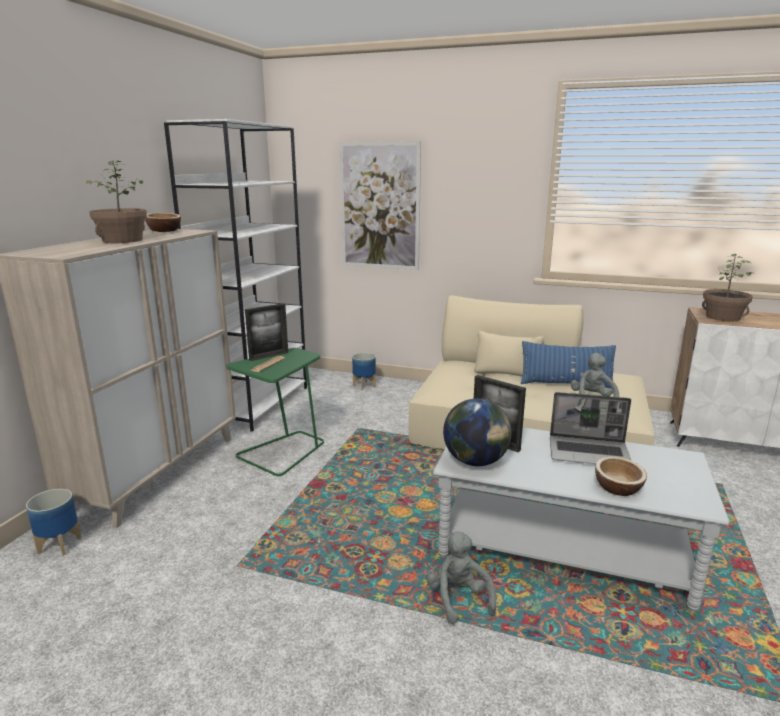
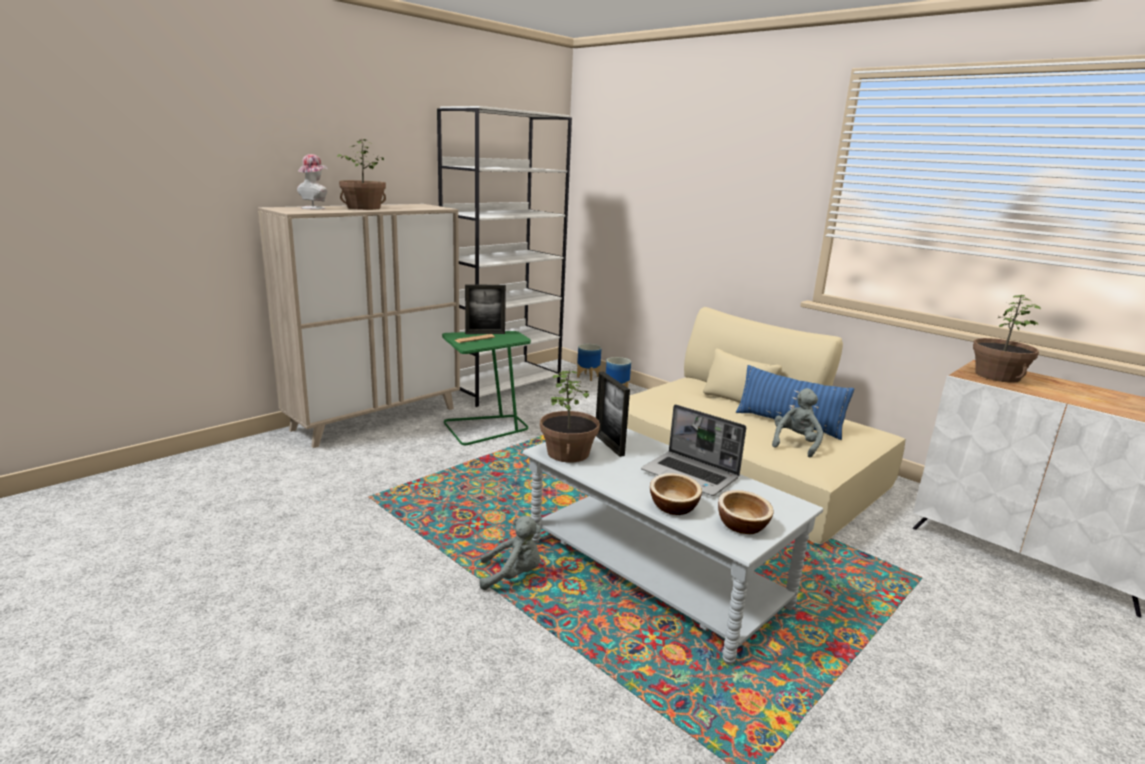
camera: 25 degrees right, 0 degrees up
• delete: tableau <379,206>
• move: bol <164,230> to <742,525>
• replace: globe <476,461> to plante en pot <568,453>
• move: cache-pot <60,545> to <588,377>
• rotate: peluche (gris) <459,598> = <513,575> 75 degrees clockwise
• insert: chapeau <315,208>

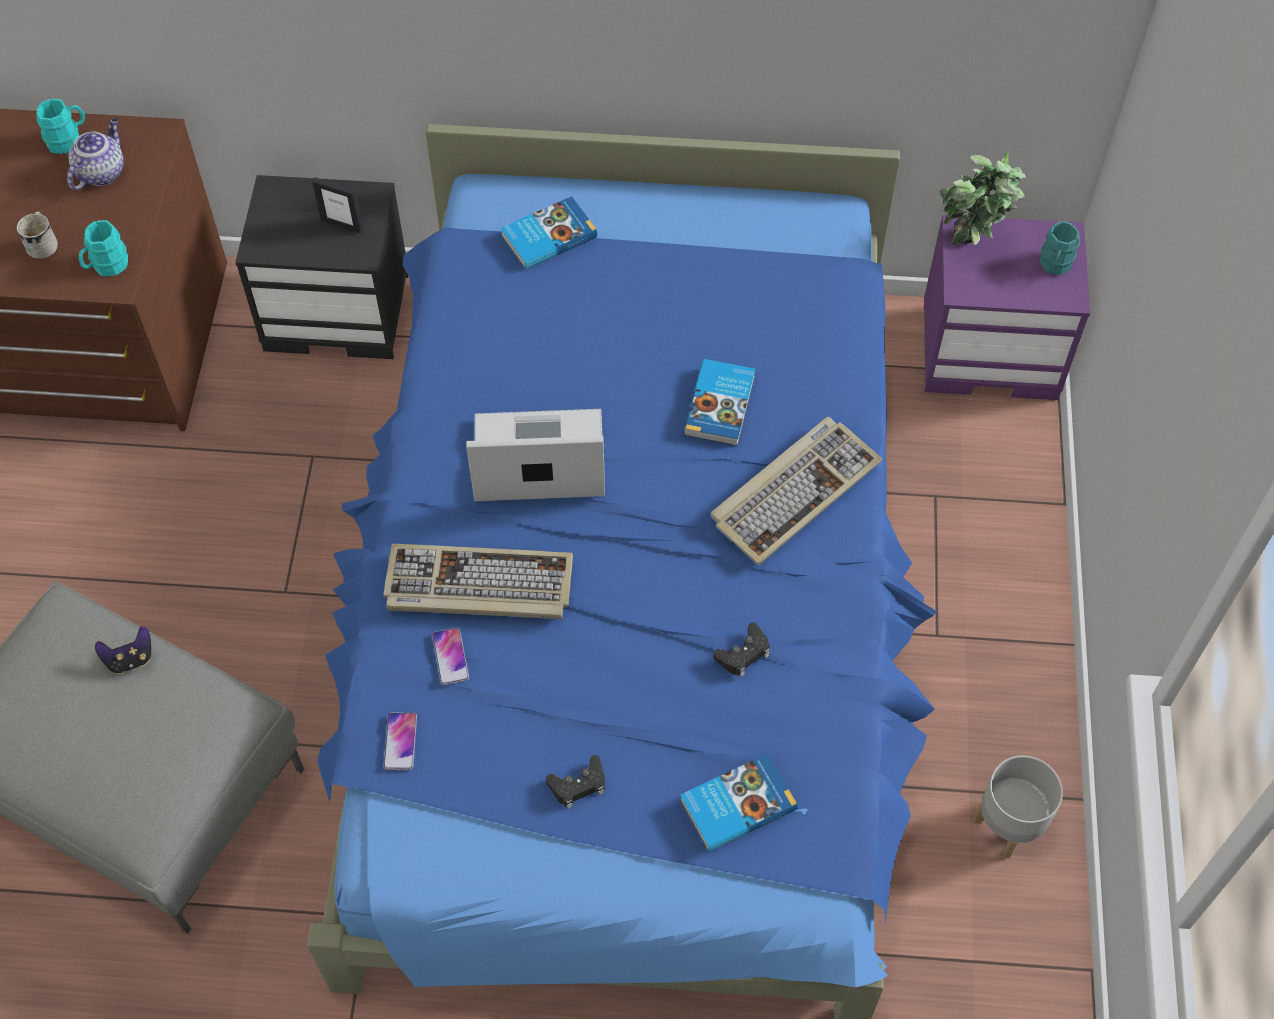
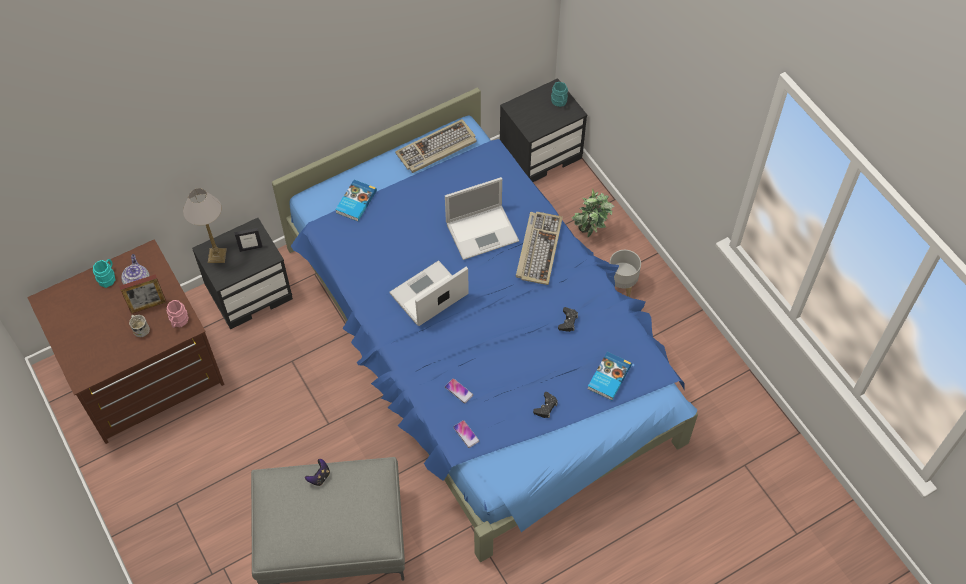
camera: 35 degrees left, 0 degrees up
• move: plante en pot <969,249> to <590,234>
• recolor: table de chevet (violet) <991,350> to table de chevet (noir) <541,152>
• recolor: mug (turquoise) <106,265> to mug (rose) <178,321>
• replace: livre <721,405> to ordinateur portable <483,231>
• move: clavier <477,586> to <436,149>
• move: cache-pot (gris) <1009,826> to <622,285>
• insert: lampe de table <217,255>
• insert: cadre photo <148,306>

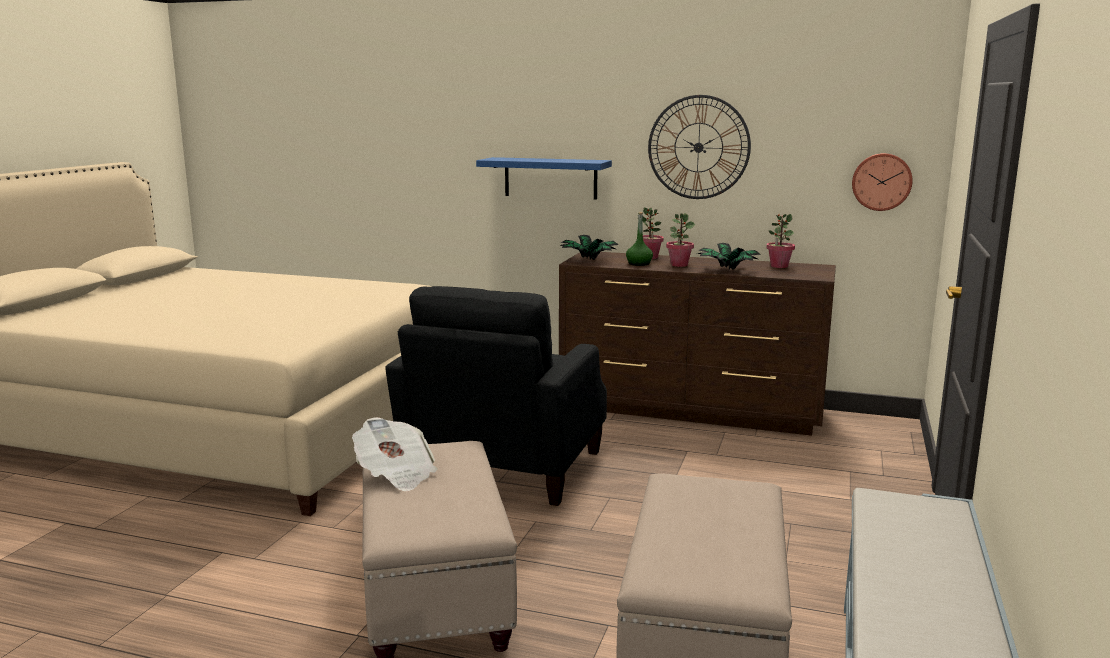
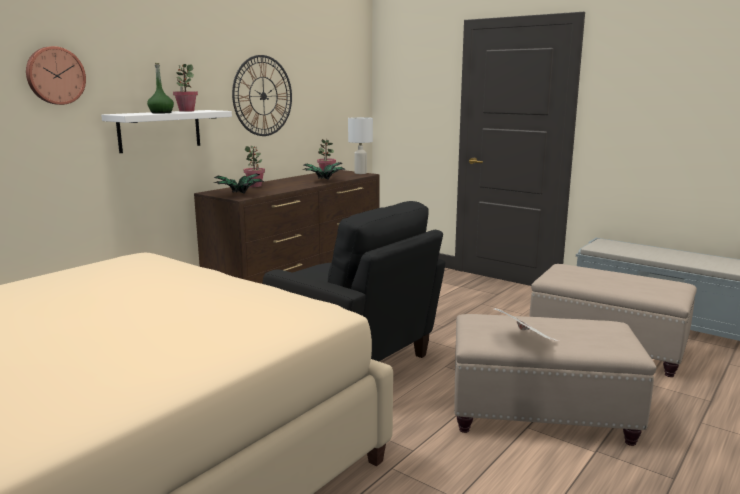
camera: 70 degrees left, 0 degrees up
• move: horloge murale <881,181> to <55,75>
• recolor: étagère (bleu) <550,178> to étagère (blanc) <160,130>
• move: bouteille (vert) <639,264> to <161,113>
• move: plante en pot <679,265> to <186,111>
• insert: lampe de table (blanc) <361,173>

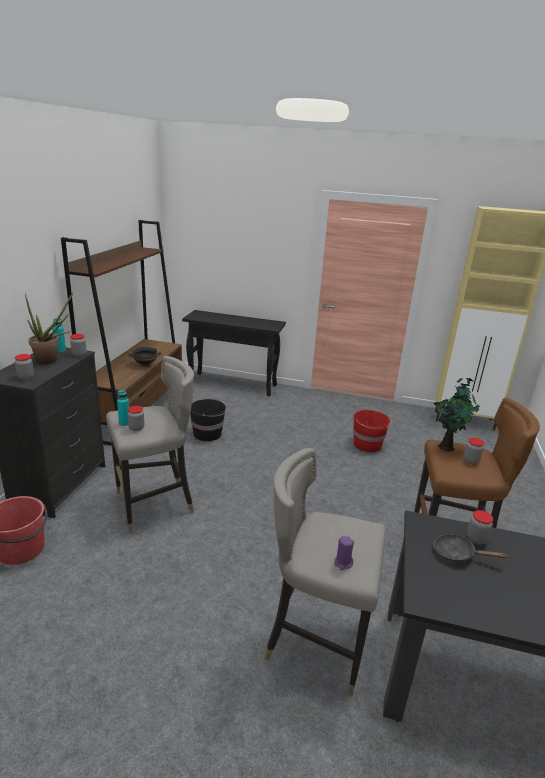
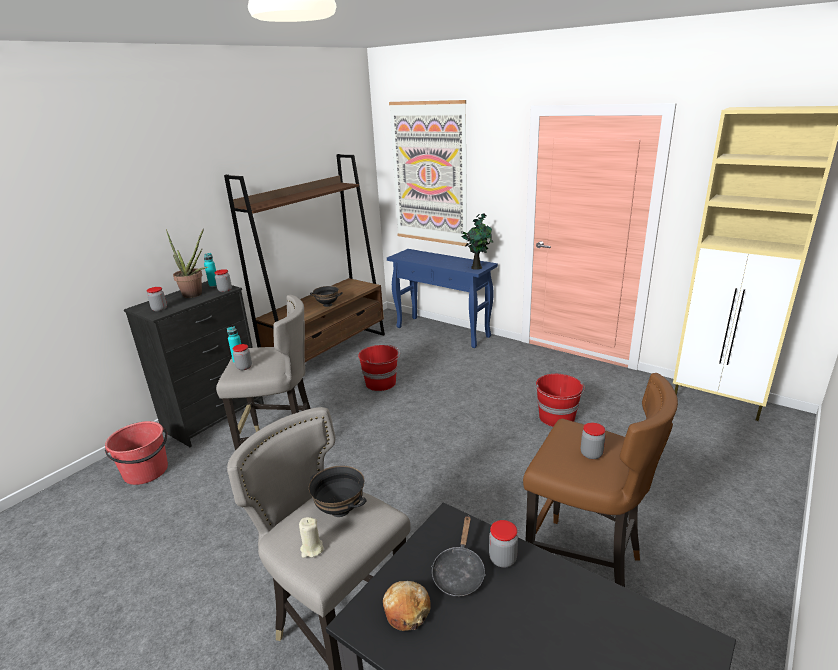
camera: 25 degrees right, 0 degrees up
• recolor: table console (noir) <233,384> to table console (bleu) <443,332>
• move: plante en pot <446,446> to <477,267>
• recolor: seau (noir) <208,434> to seau (rouge) <381,383>
• rotate: poêle (noir) <457,554> = <459,572> 120 degrees counterclockwise
• recolor: bougie (violet) <343,563> to bougie (beige) <312,549>
• insert: tableau <429,174>
• insert: bol (noir) <341,509>
• insert: pain <406,610>

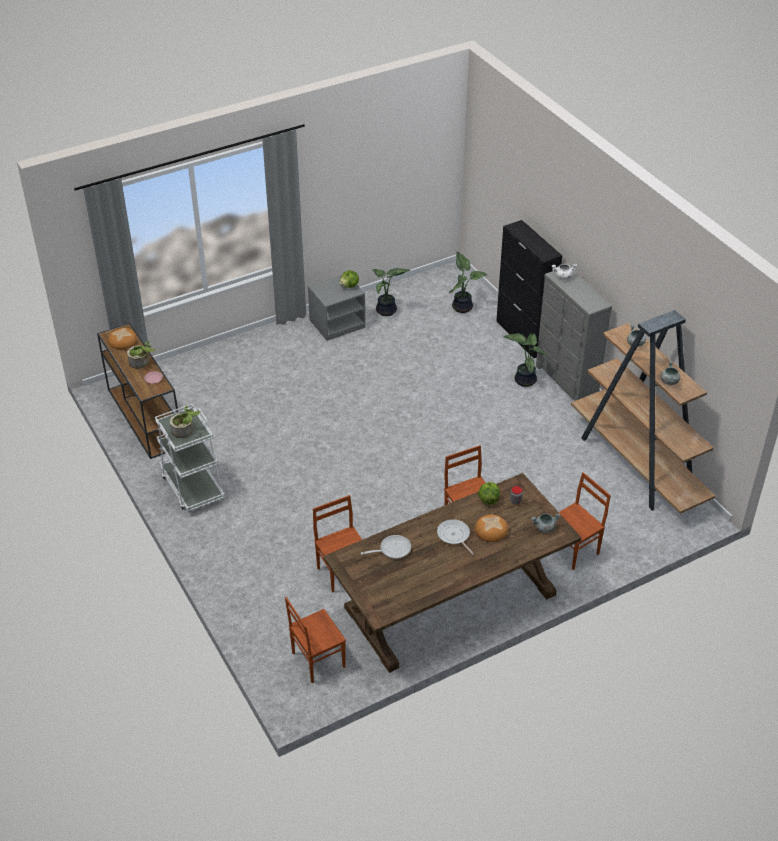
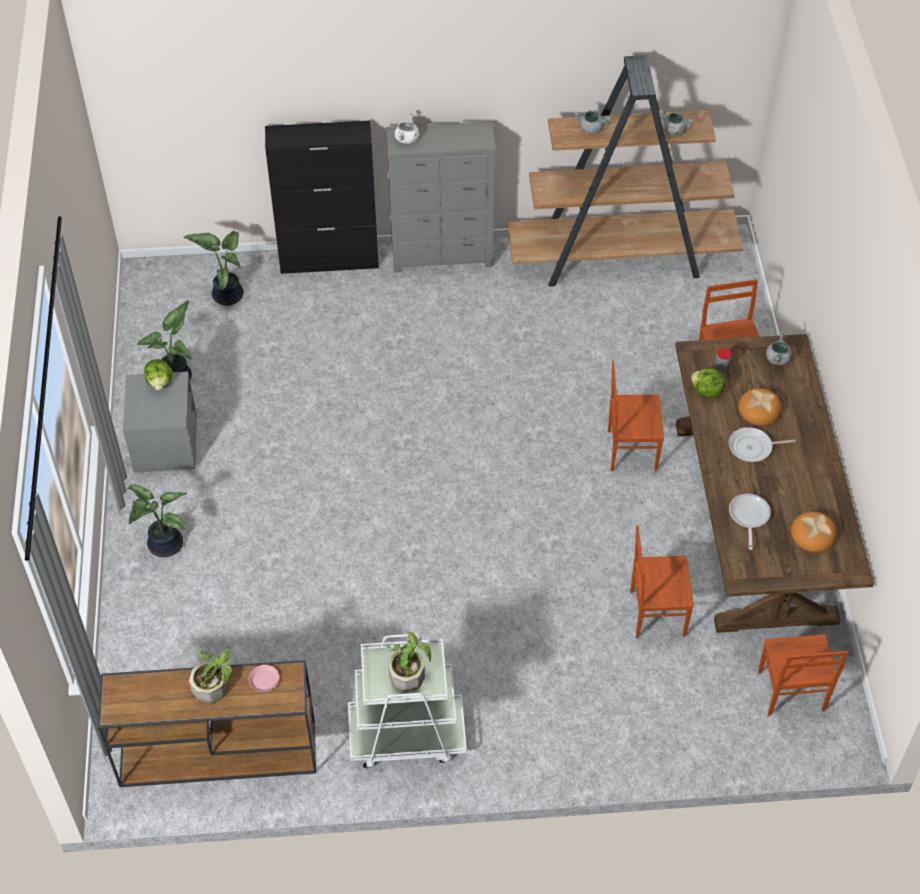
camera: 65 degrees left, 10 degrees up
• move: pain <123,340> to <813,533>
• move: plante en pot <524,380> to <163,545>

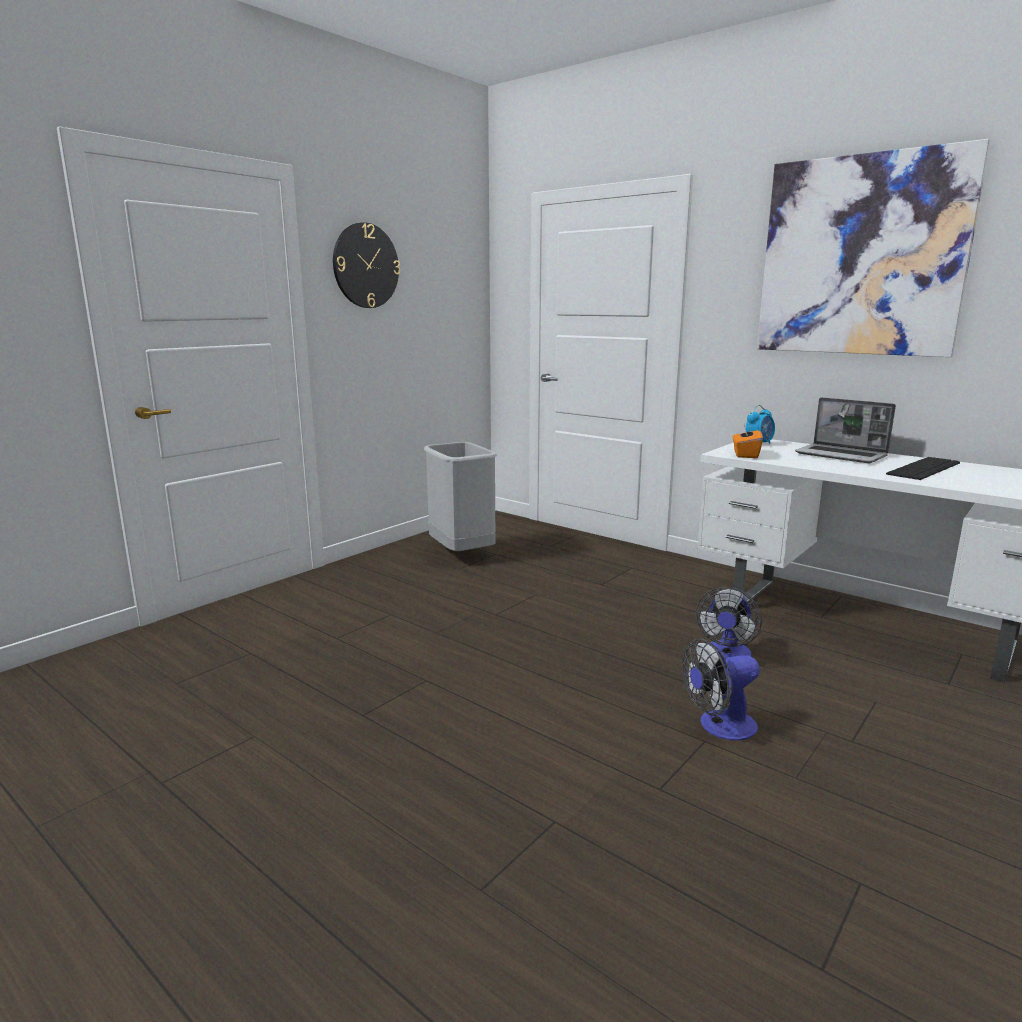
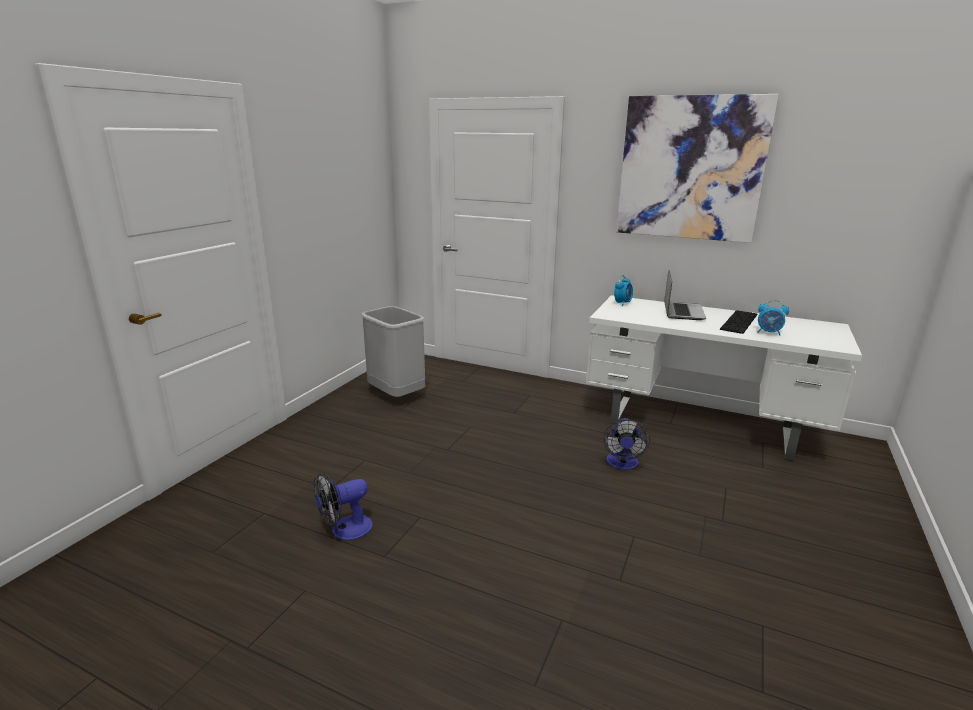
camera: 15 degrees left, 5 degrees up
• delete: horloge murale <366,266>
• rotate: ordinateur portable <842,455> = <682,312> 105 degrees counterclockwise
• delete: boîte à mouchoirs (orange) <745,455>
• move: ventilateur <719,726> to <345,530>
• insert: réveil <769,333>

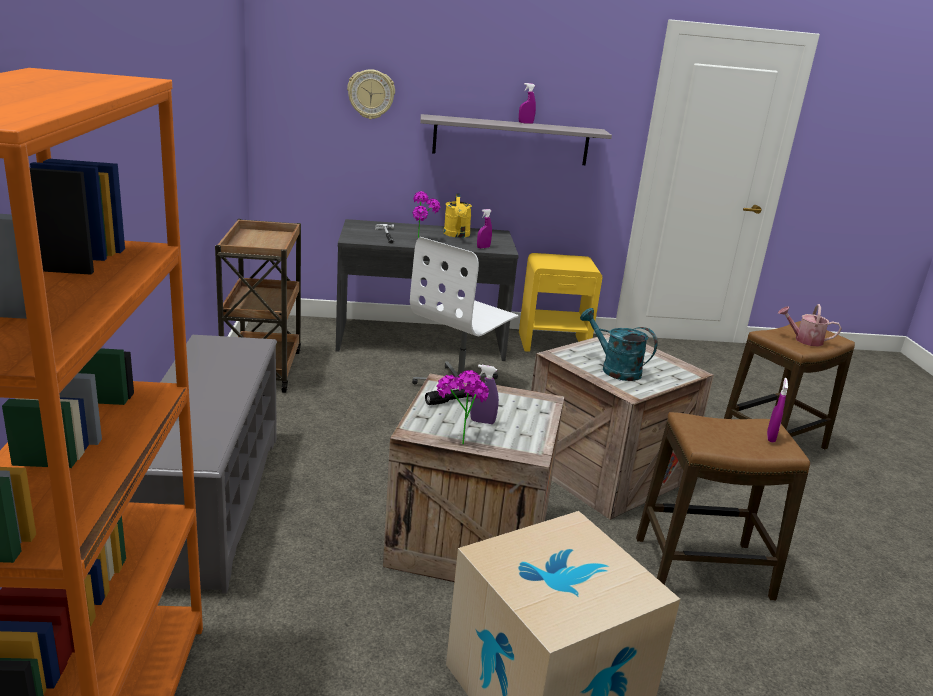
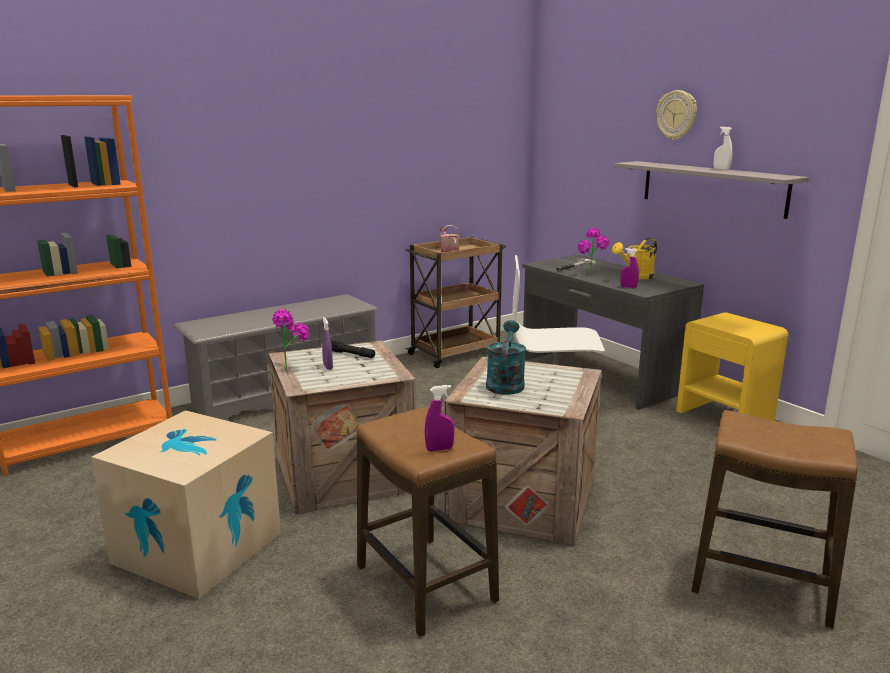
camera: 60 degrees right, 5 degrees down
• move: horloge murale <371,94> to <676,115>
• recolor: vaporisateur (violet) <525,123> to vaporisateur (blanc) <721,169>
• move: arrosoir <804,340> to <449,252>

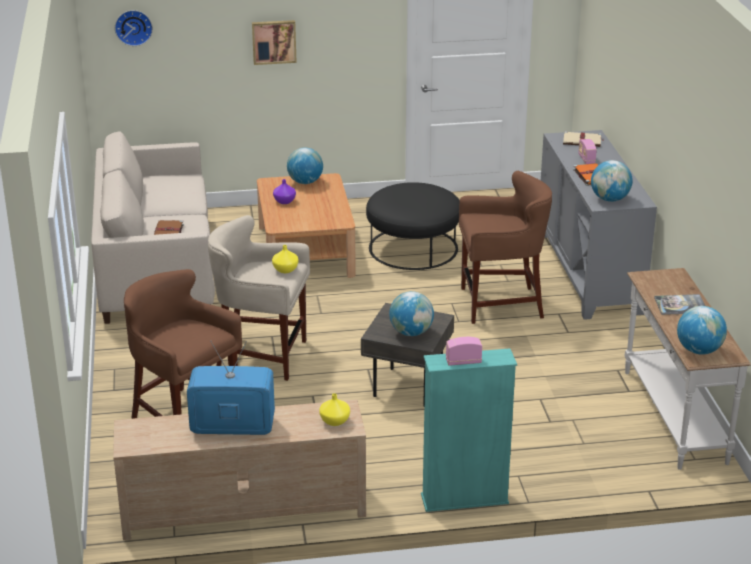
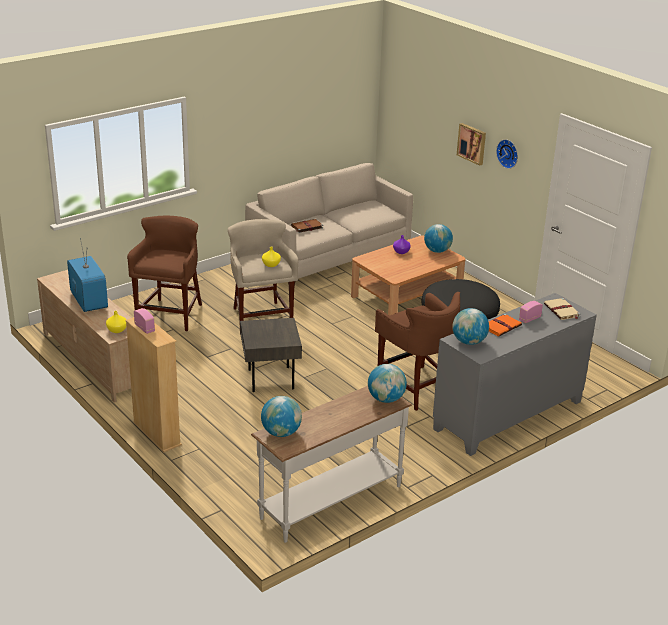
camera: 60 degrees right, 0 degrees up
• move: horloge murale <133,27> to <508,153>
• move: globe <411,332> to <386,399>
• delete: livre <680,305>
• recolor: bibliothèque (turquoise) <464,499> to bibliothèque (beige) <157,434>

